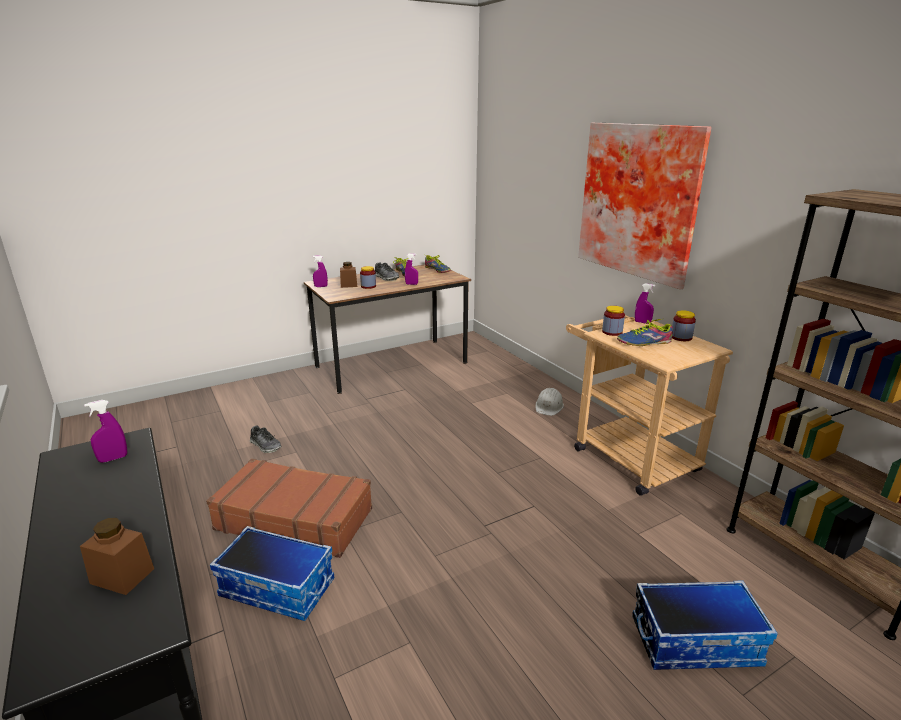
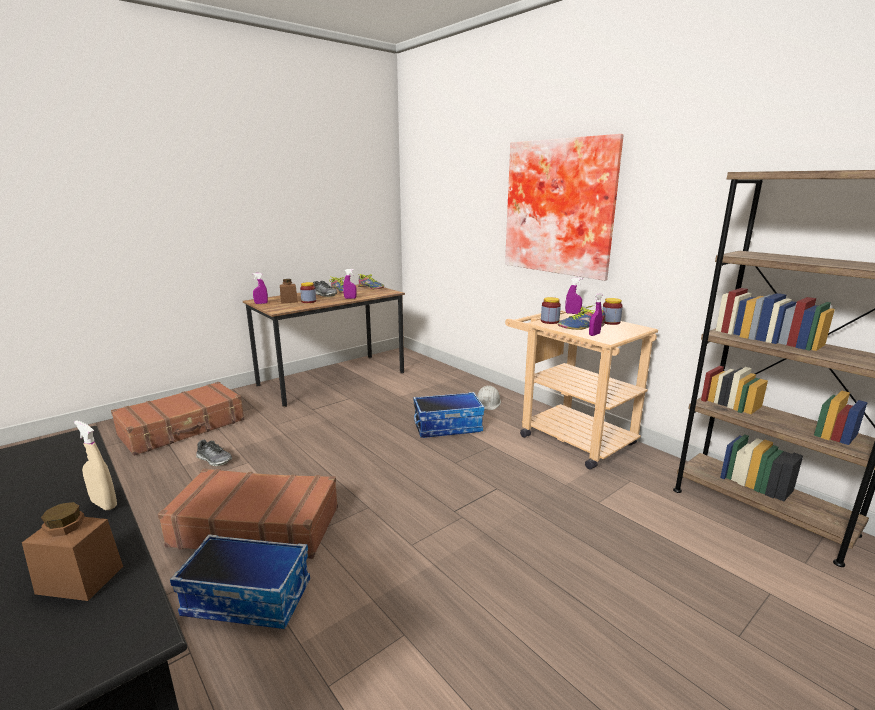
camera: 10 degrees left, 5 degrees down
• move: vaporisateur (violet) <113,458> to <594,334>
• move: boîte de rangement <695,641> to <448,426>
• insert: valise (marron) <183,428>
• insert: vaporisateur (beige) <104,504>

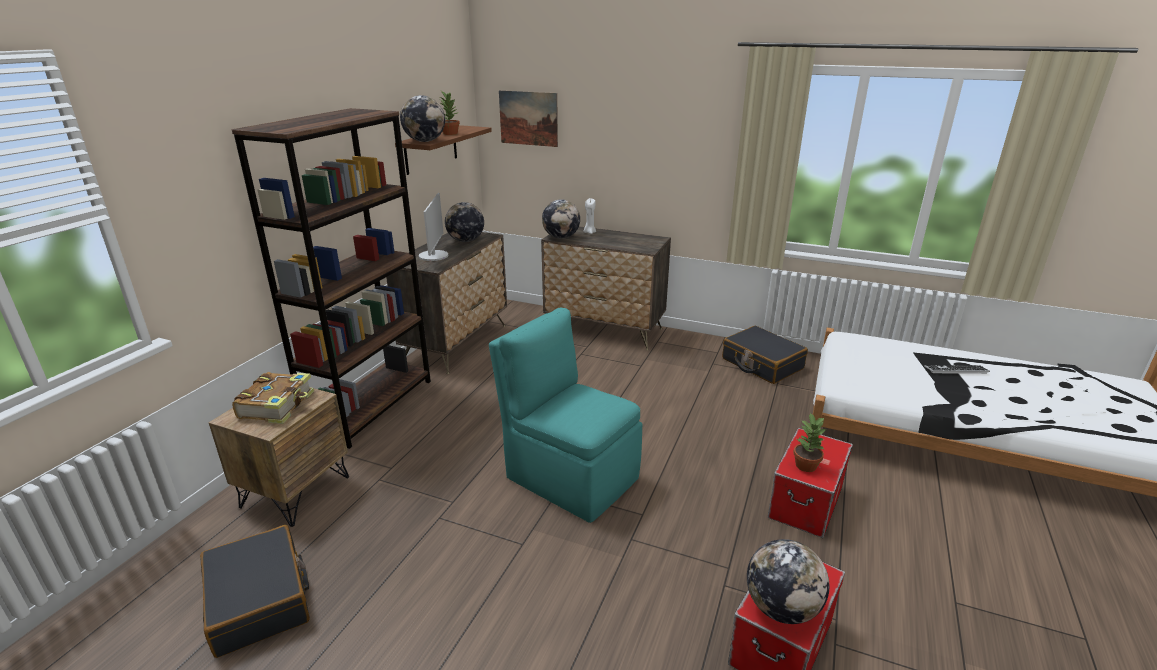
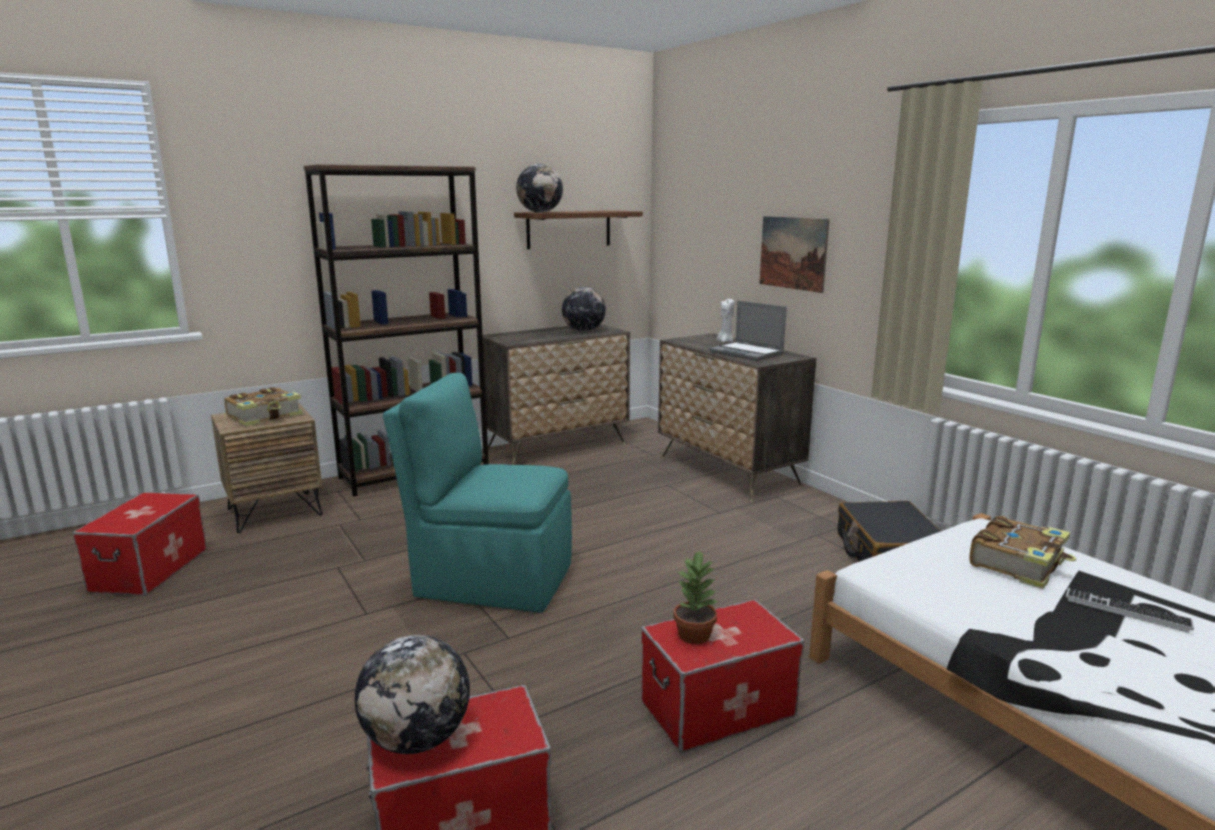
camera: 35 degrees right, 10 degrees down
• move: tableau <528,118> to <793,253>
• delete: plante en pot <450,133>
• delete: écran d'ordinateur <434,256>
• delete: globe <561,237>
• rotate: chaise (turquoise) <570,476> = <491,579> 60 degrees counterclockwise
• replace: valise (noir) <259,600> to boîte de rangement <149,570>
• insert: ordinateur portable <747,353>
• insert: livre <1019,563>

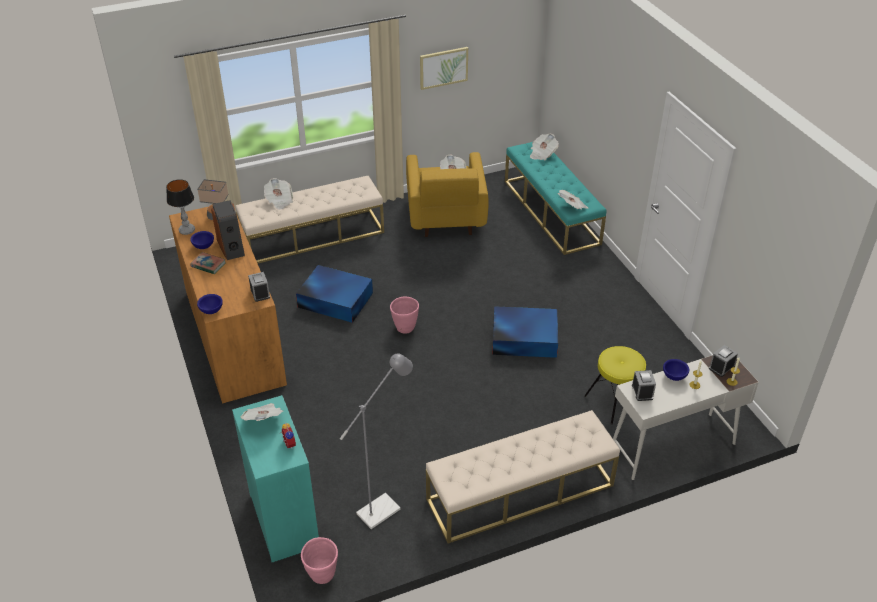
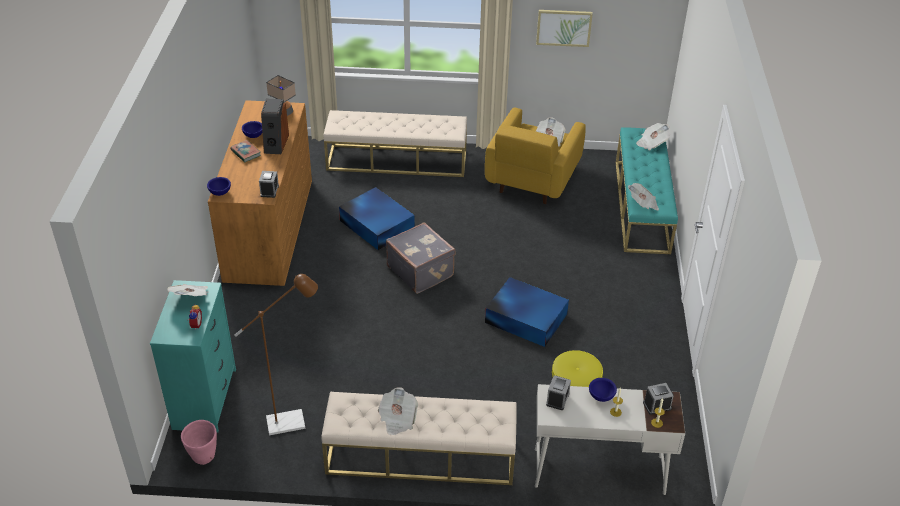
camera: 25 degrees right, 0 degrees up
• move: journal <279,201> to <397,419>
• delete: lampe de table <187,230>
• replace: cache-pot (rose) <405,328> to valise (gris) <421,271>
• recolor: lampadaire (gris) <384,507> to lampadaire (marron) <293,421>

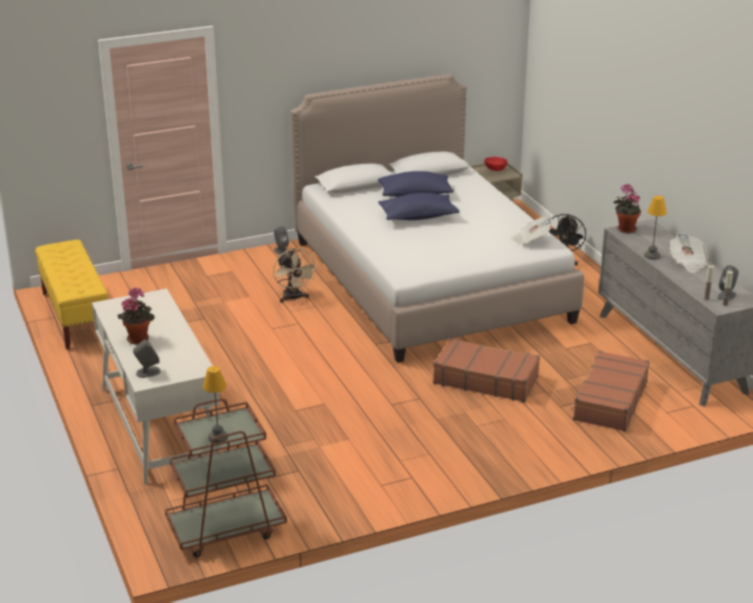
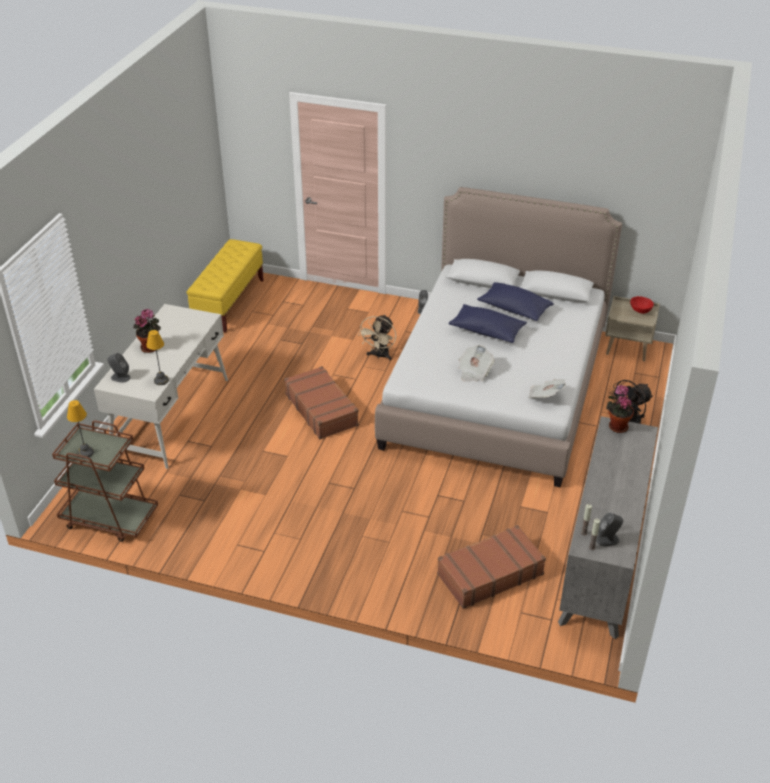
camera: 40 degrees right, 10 degrees up
• move: lampe de table <651,255> to <161,380>
• move: journal <688,263> to <474,372>
• move: valise (marron) <485,380> to <322,409>

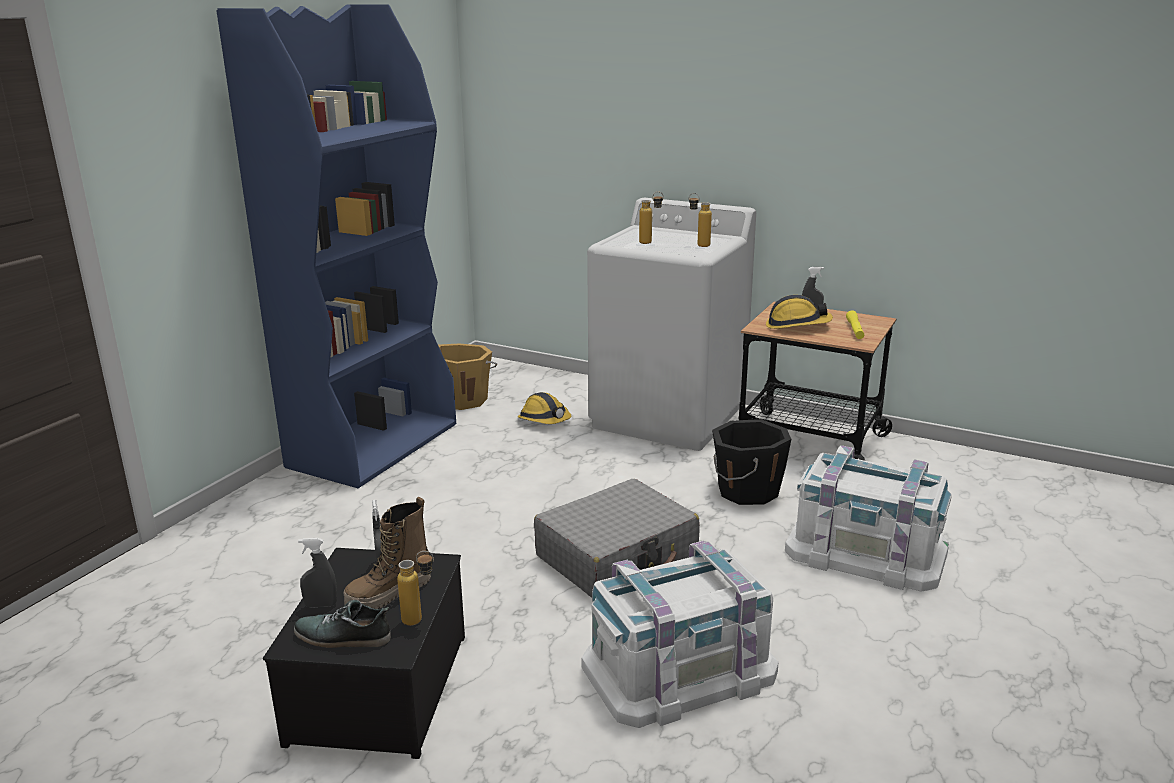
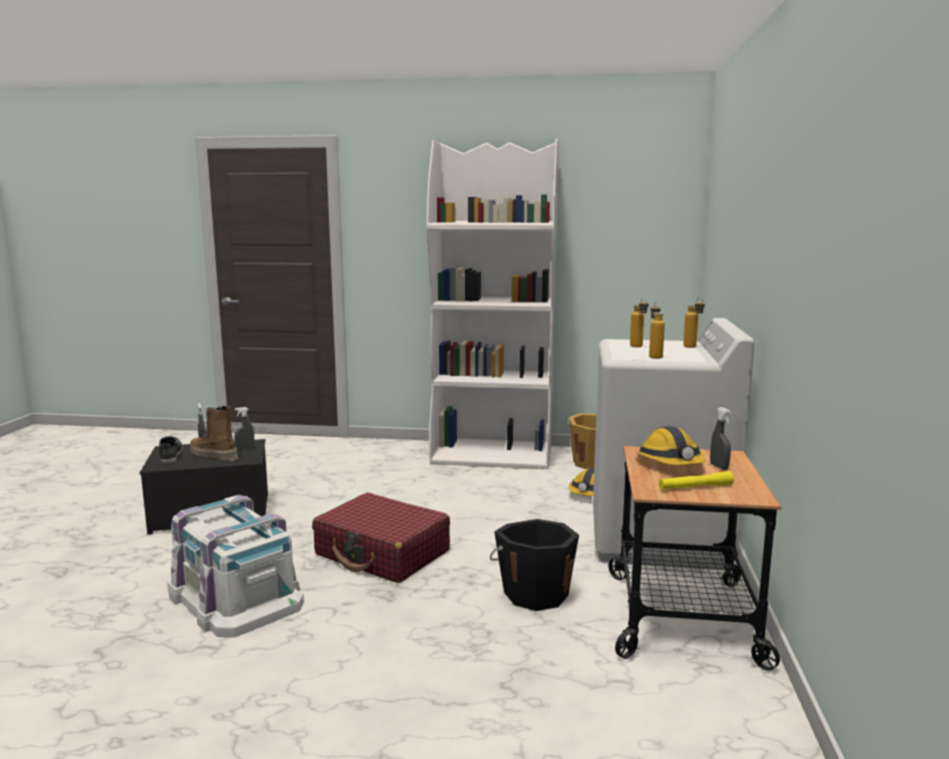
camera: 70 degrees right, 10 degrees down
• recolor: bibliothèque (bleu) <374,444> to bibliothèque (blanc) <493,455>
• delete: boîte de rangement (blanc) <866,551>
• recolor: valise (gris) <617,556> to valise (rouge) <382,553>
• move: bouteille <420,620> to <693,347>

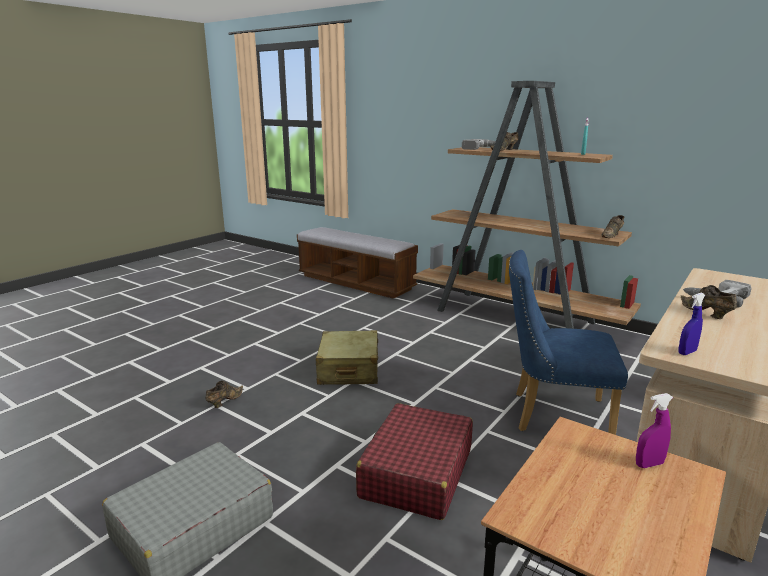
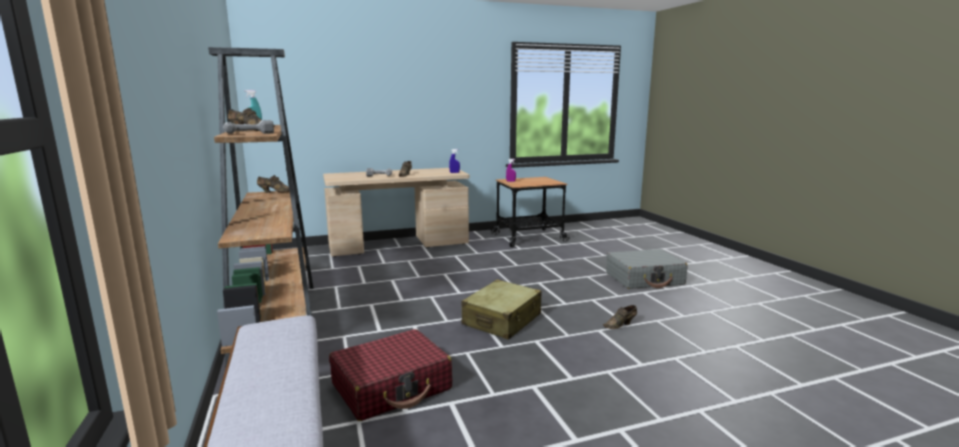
camera: 145 degrees left, 5 degrees down
• delete: chaise (bleu) <552,415>
• move: valise (rouge) <416,473> to <392,387>

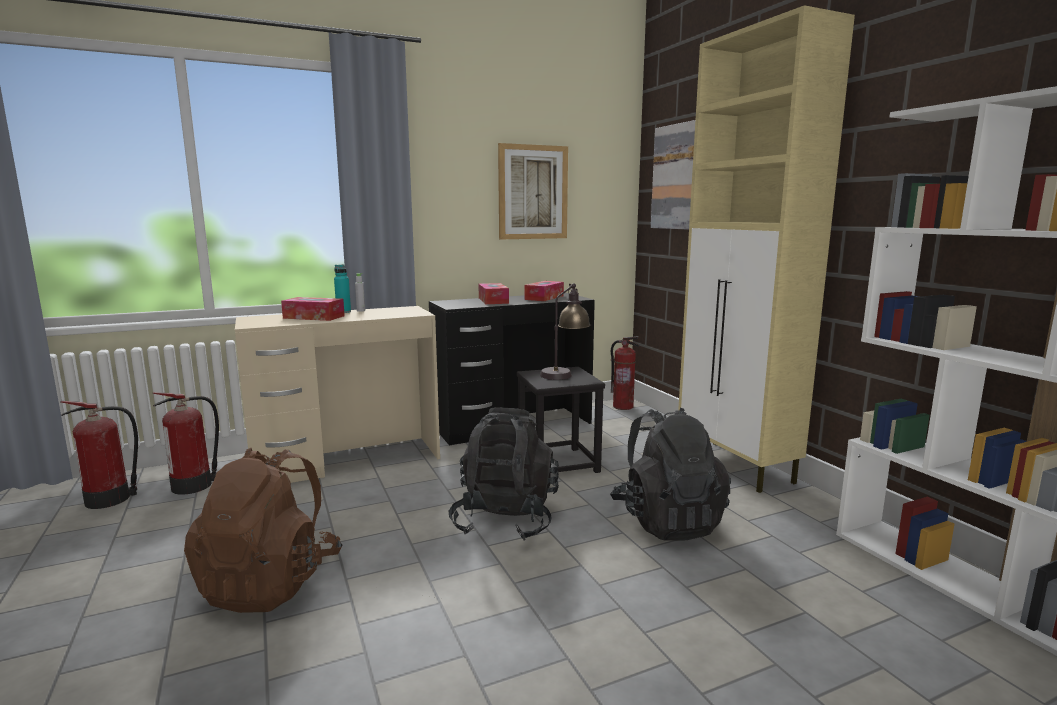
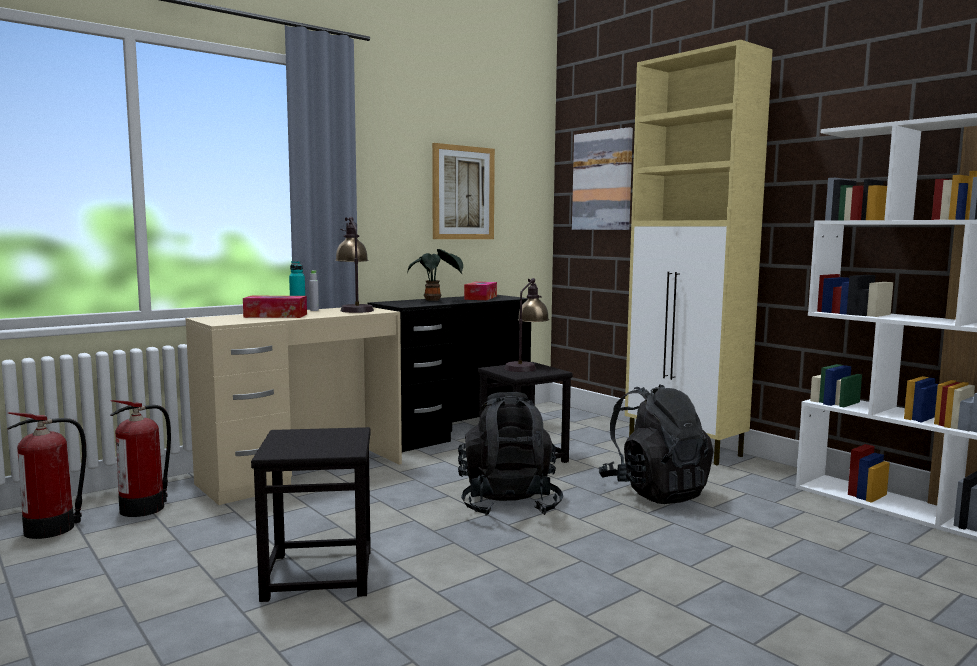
camera: 15 degrees left, 5 degrees down
• replace: boîte à mouchoirs <493,300> to plante en pot <434,300>
• delete: extincteur <623,406>
• replace: sac à dos (marron) <271,583> to tabouret (noir) <319,574>
• insert: lampe de table <354,309>

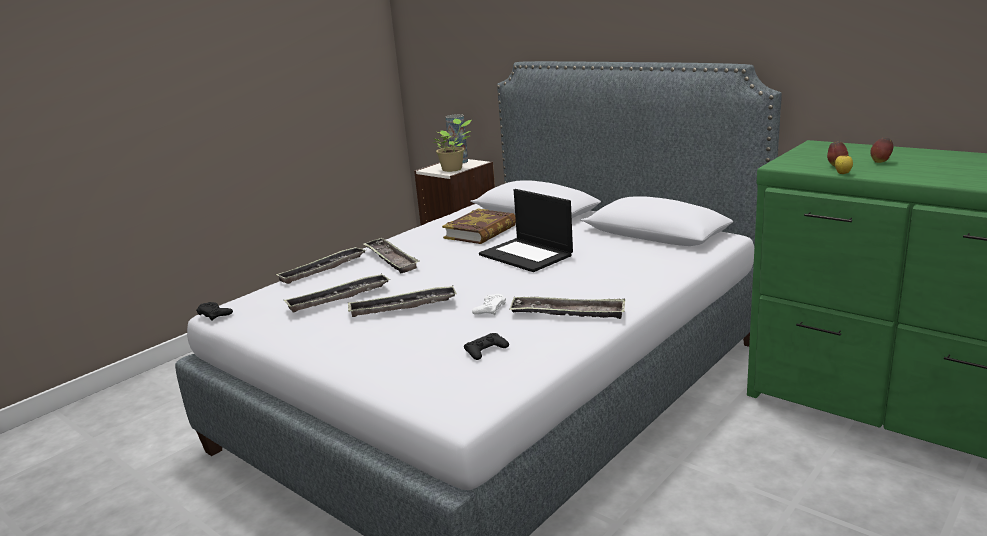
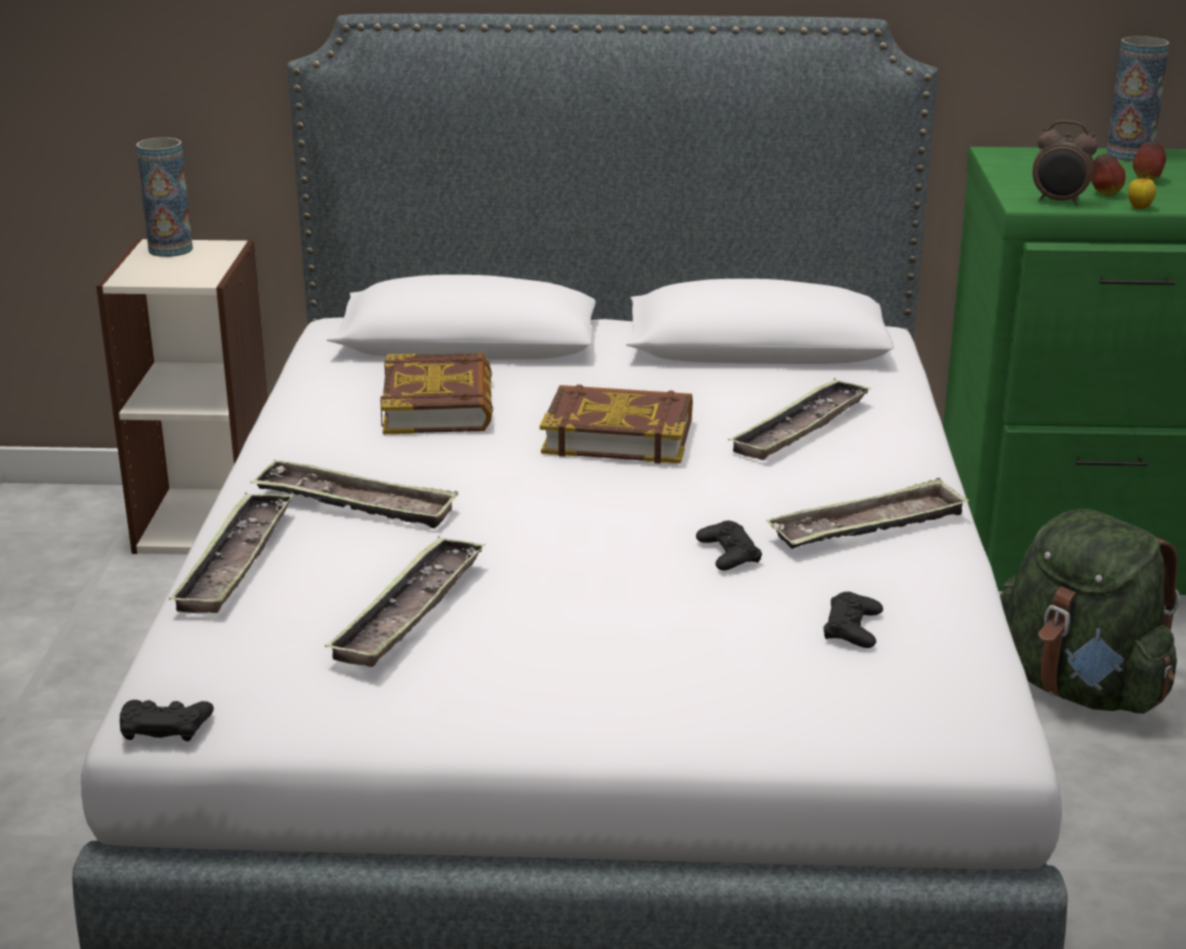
camera: 40 degrees left, 5 degrees up
• delete: plante en pot <453,169>
• replace: ordinateur portable <527,255> to livre <618,435>
• move: plateau <403,306> to <800,428>
• recolor: manette (blanc) <489,308> to manette (noir) <728,553>
• insert: vase <1129,155>
• insert: réveil <1059,202>
• insert: sac à dos (vert) <1080,688>

